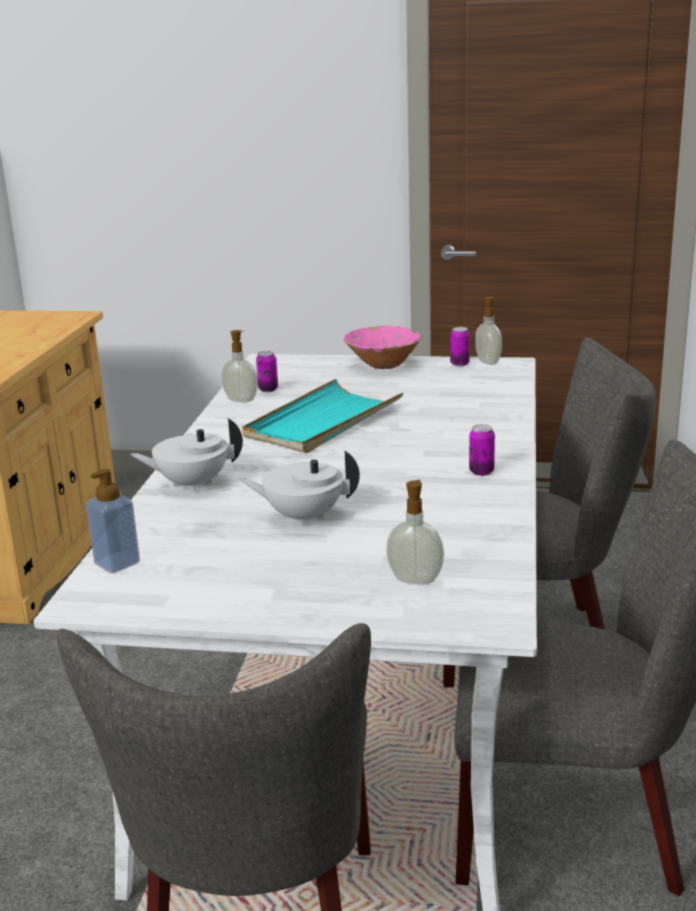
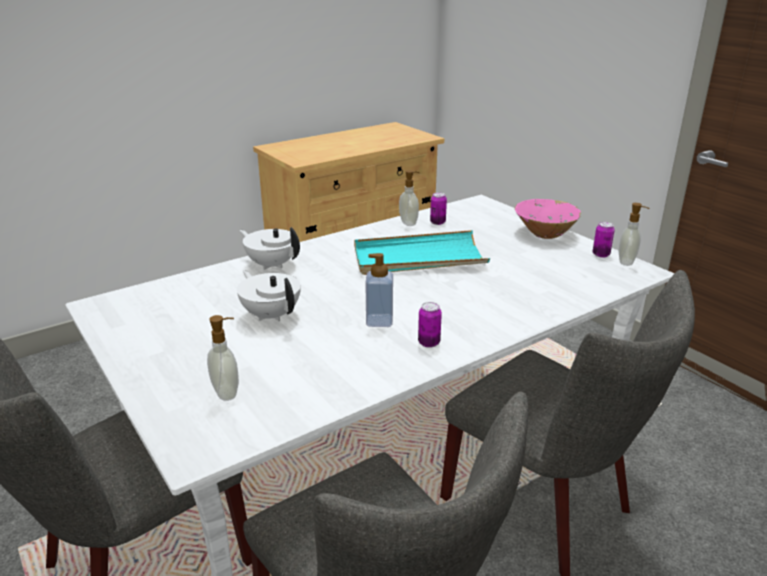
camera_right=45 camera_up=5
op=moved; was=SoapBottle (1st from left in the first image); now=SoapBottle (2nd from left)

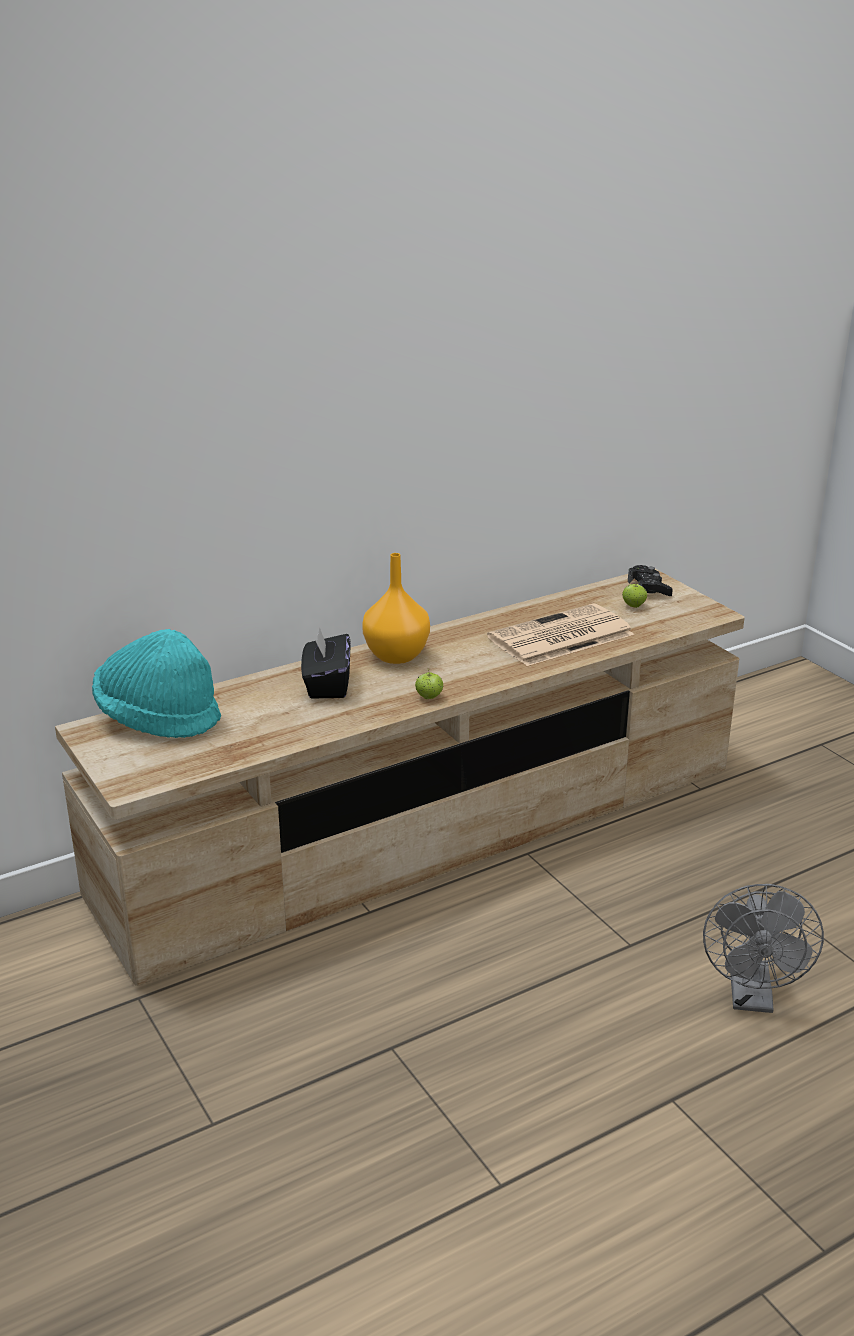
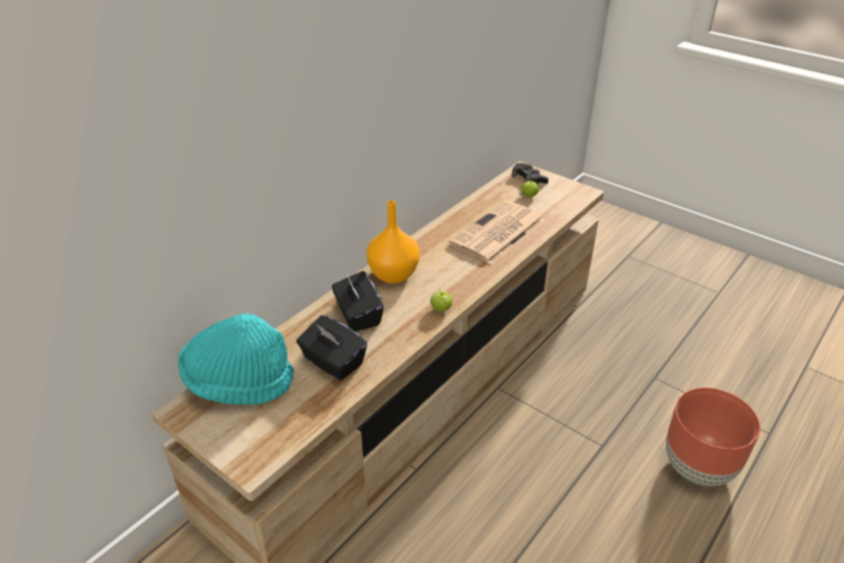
camera_right=-20 camera_up=10
op=added; now=BlackColouredBoxOfTissues (1st from left)
op=replaced; was=GreyishElectricFan; now=BrownFlowerPot

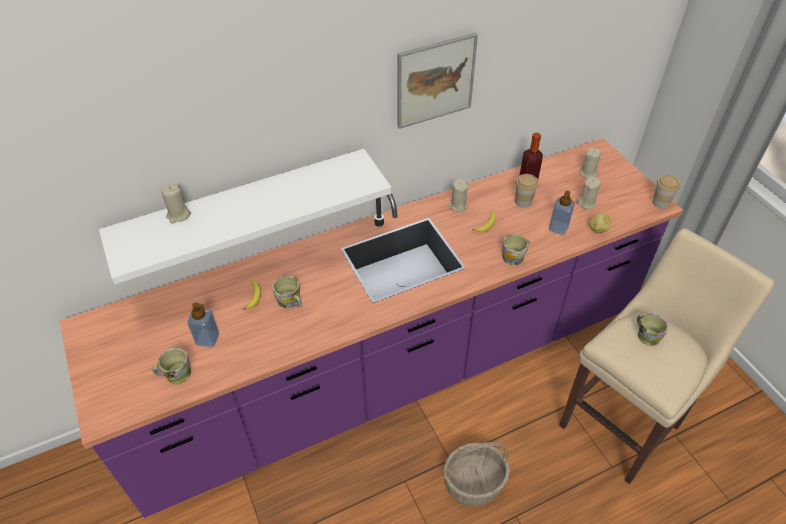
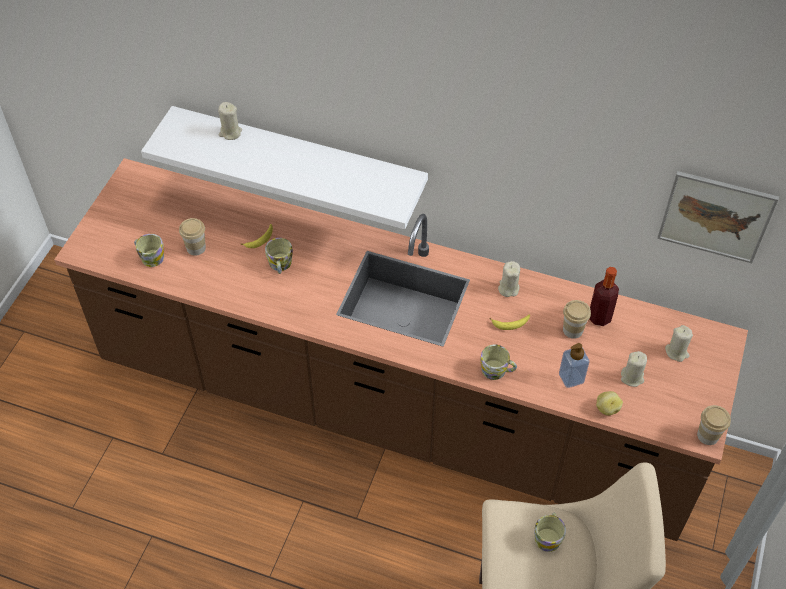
camera_right=45 camera_up=5
op=removed; was=HouseholdBasket
op=moved; was=WallArt
op=replaced; was=SoapBottle (1st from left); now=DrinkingCup (1st from left)
op=recoloured; was=PurpleKitchenCounter; now=BrownKitchenCounter

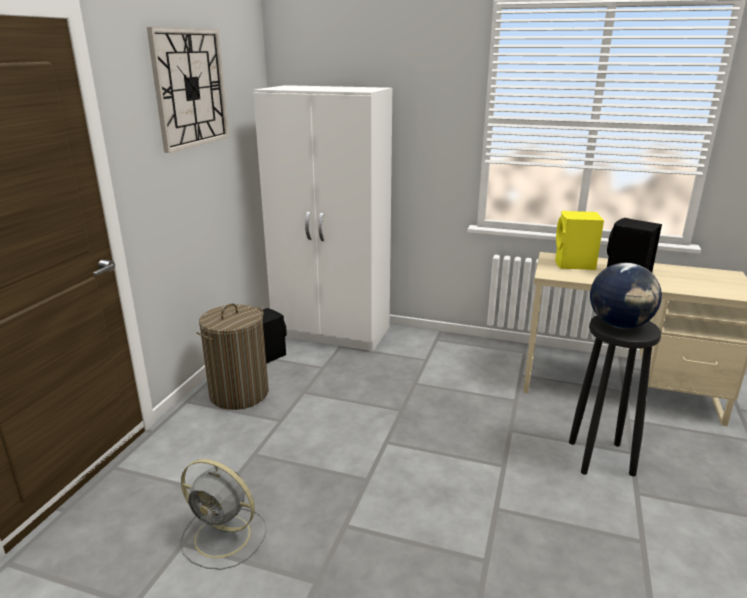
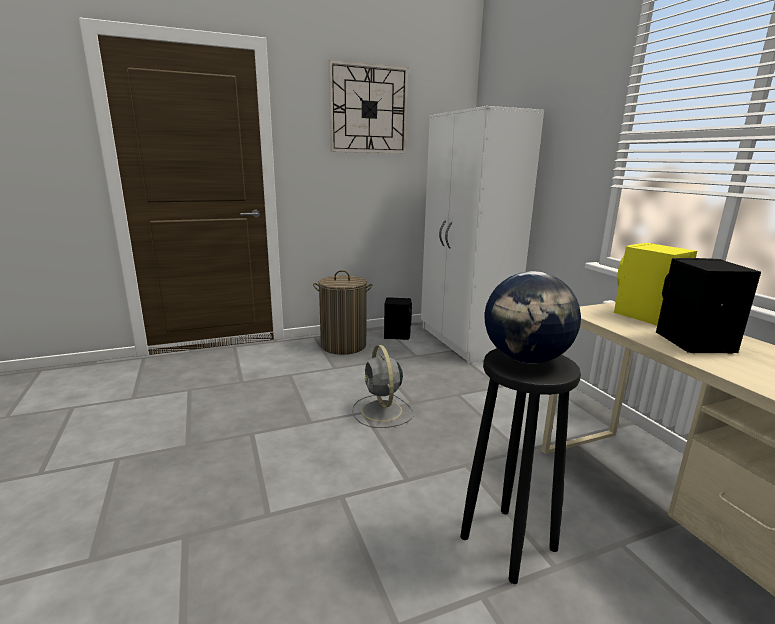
camera_right=50 camera_up=-5
op=moved; was=GreyishElectricFan

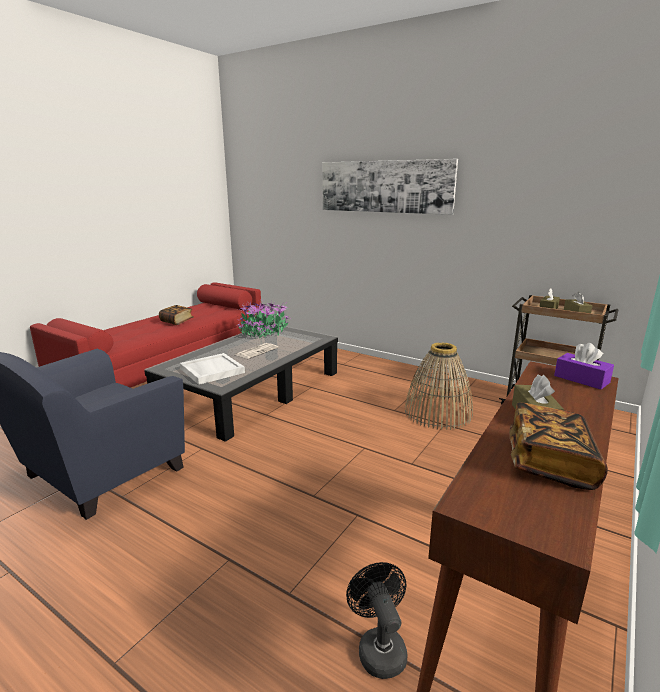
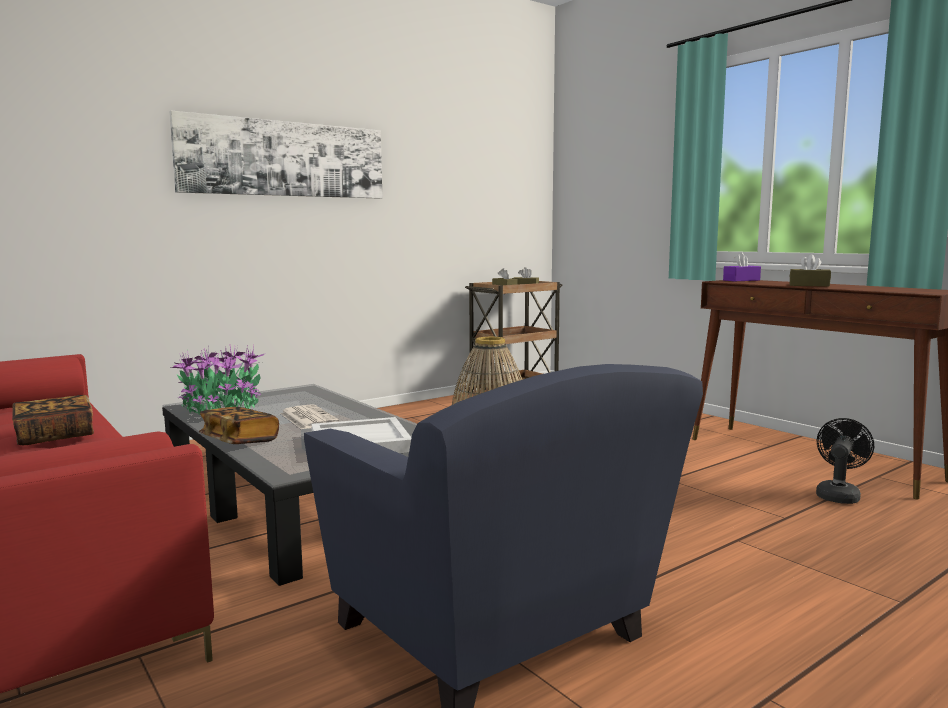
camera_right=-70 camera_up=-10
op=moved; was=Book (2nd from left)
op=turned; was=BlackColouredElectricFan; clockwise=120

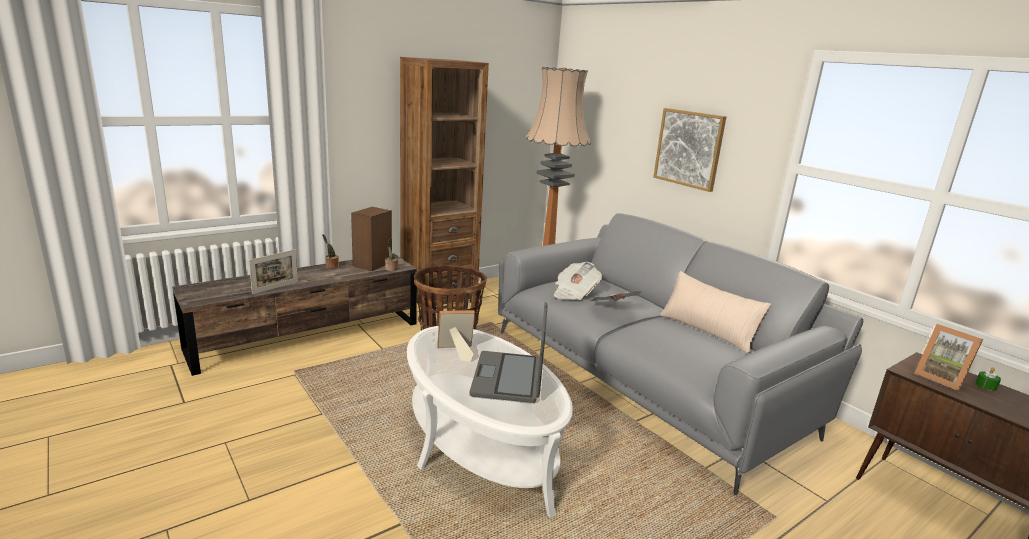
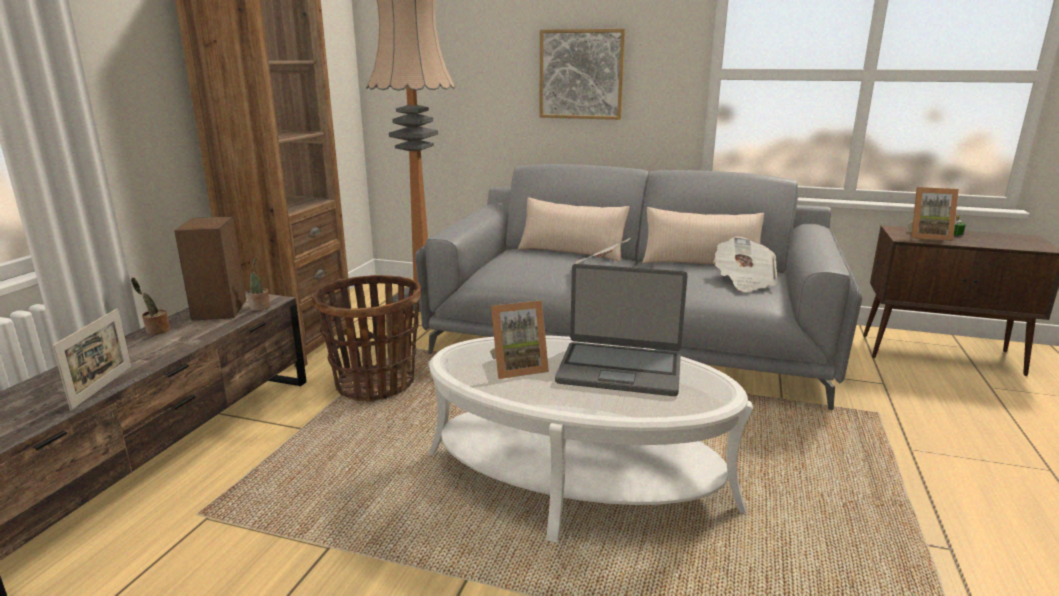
camera_right=-35 camera_up=0
op=added; now=BeigeThrowPillow (1st from left)
op=moved; was=PrintedPaper (1st from left in the first image); now=PrintedPaper (2nd from left)
op=turned; was=PictureFrame (2nd from left); clockwise=-150
op=turned; was=Laptop; clockwise=-45

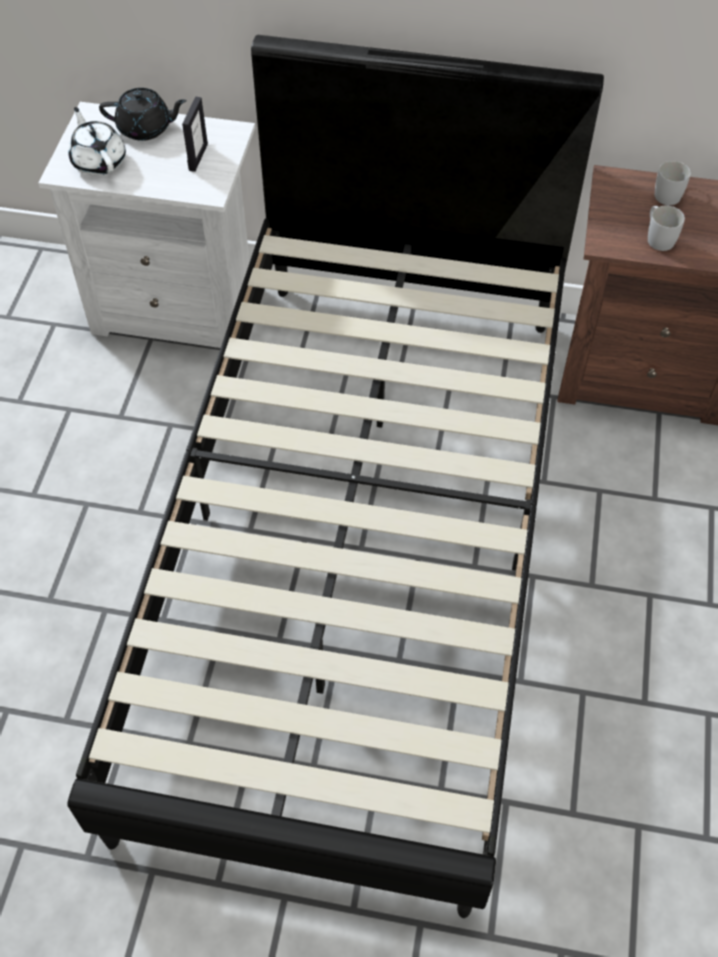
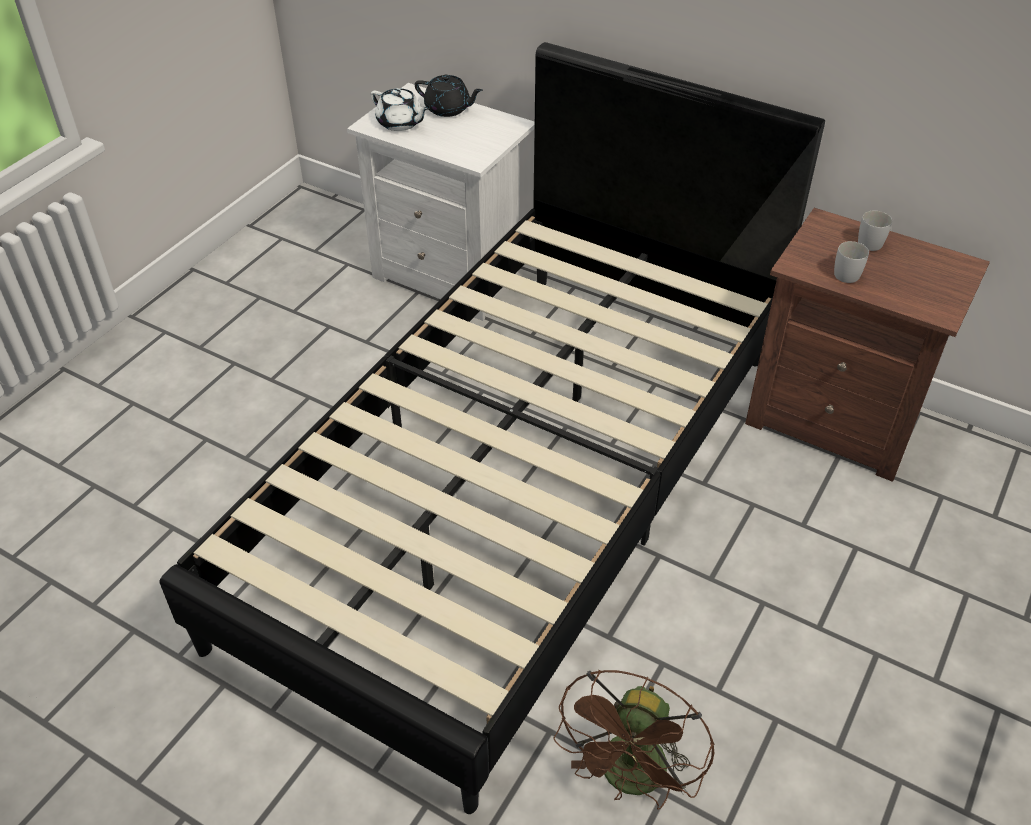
camera_right=20 camera_up=-10
op=removed; was=PictureFrame
op=added; now=BrownElectricFan
op=turned; was=WhiteColouredPotForTea; clockwise=135

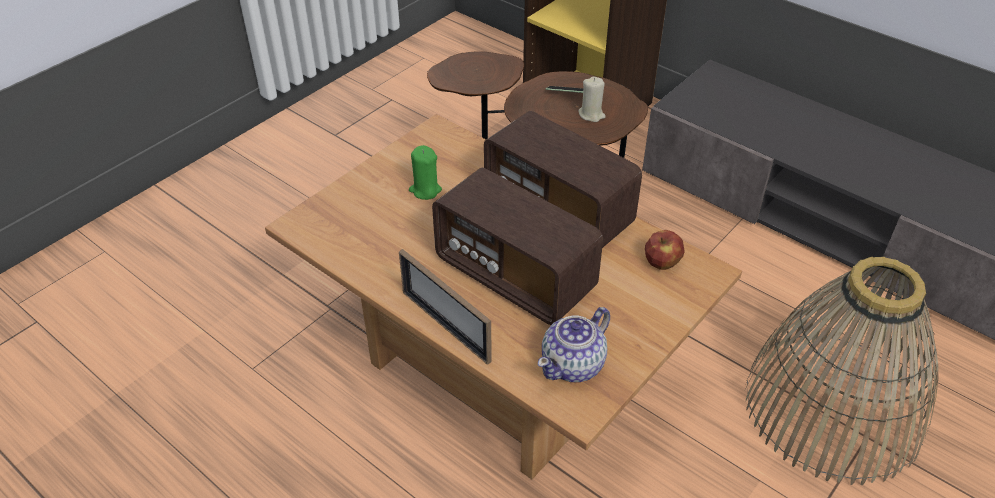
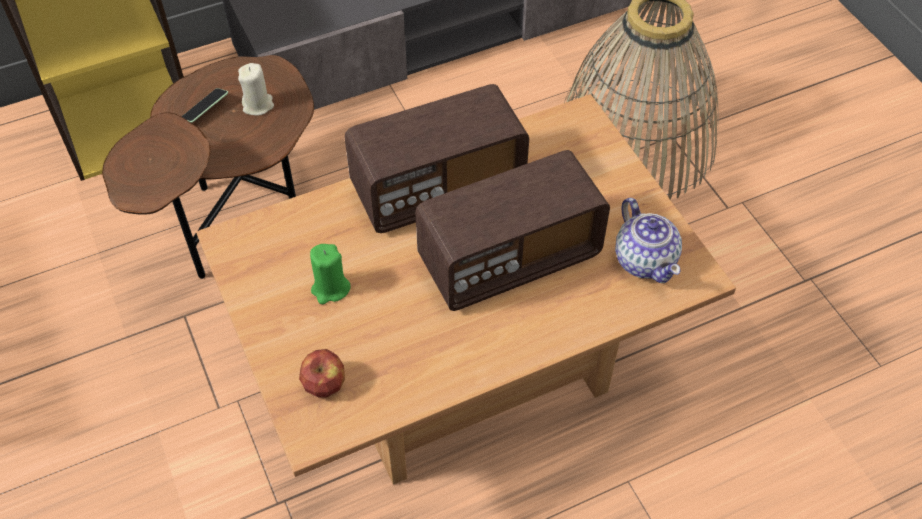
camera_right=-65 camera_up=10
op=removed; was=PictureFrame
op=moved; was=AppleFruit

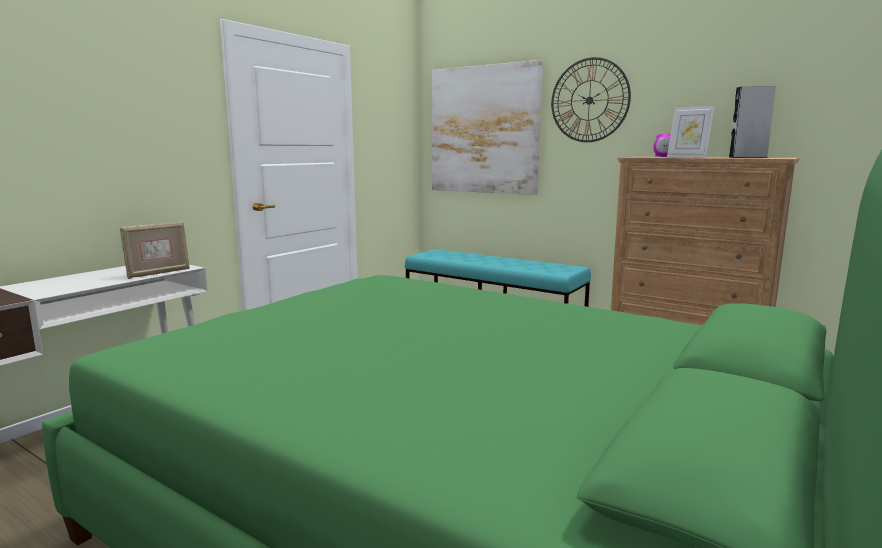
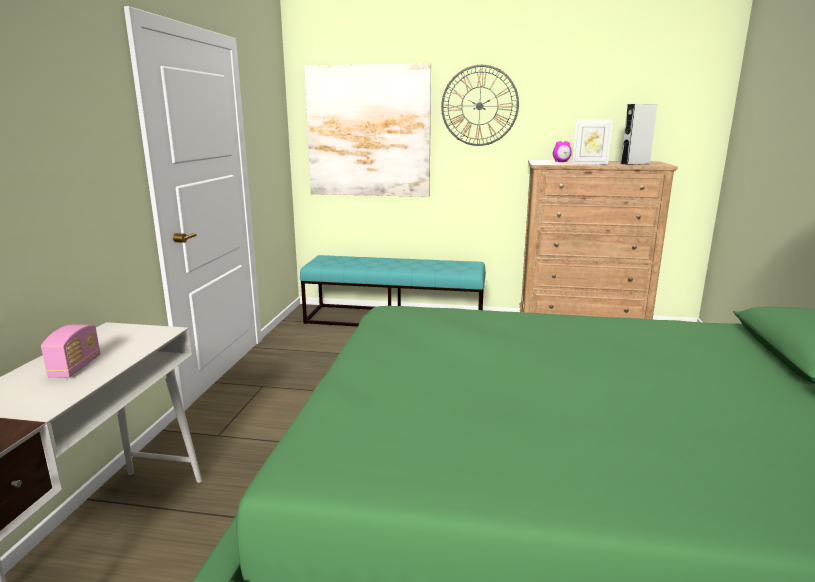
camera_right=-25 camera_up=5
op=removed; was=PictureFrame (1st from left)
op=added; now=RadioSet

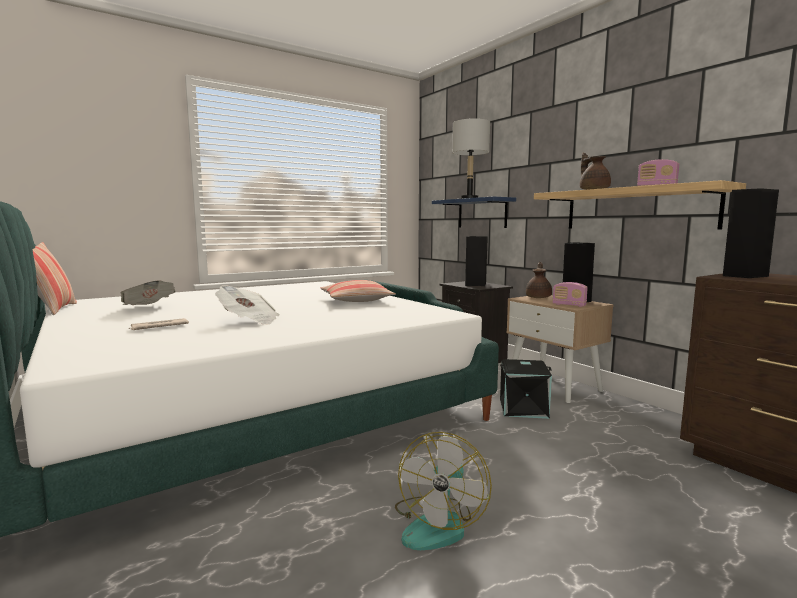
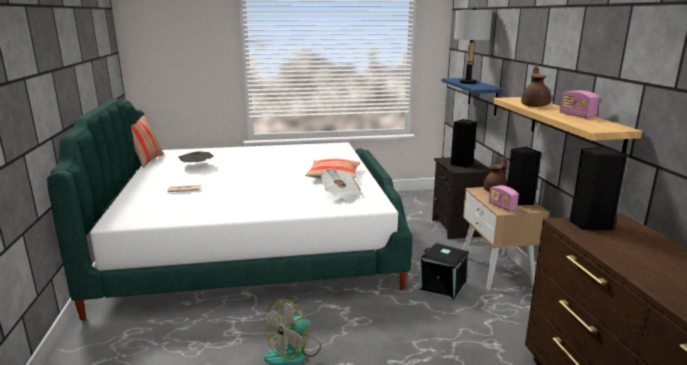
camera_right=25 camera_up=10
op=moved; was=PrintedPaper (3rd from left)

